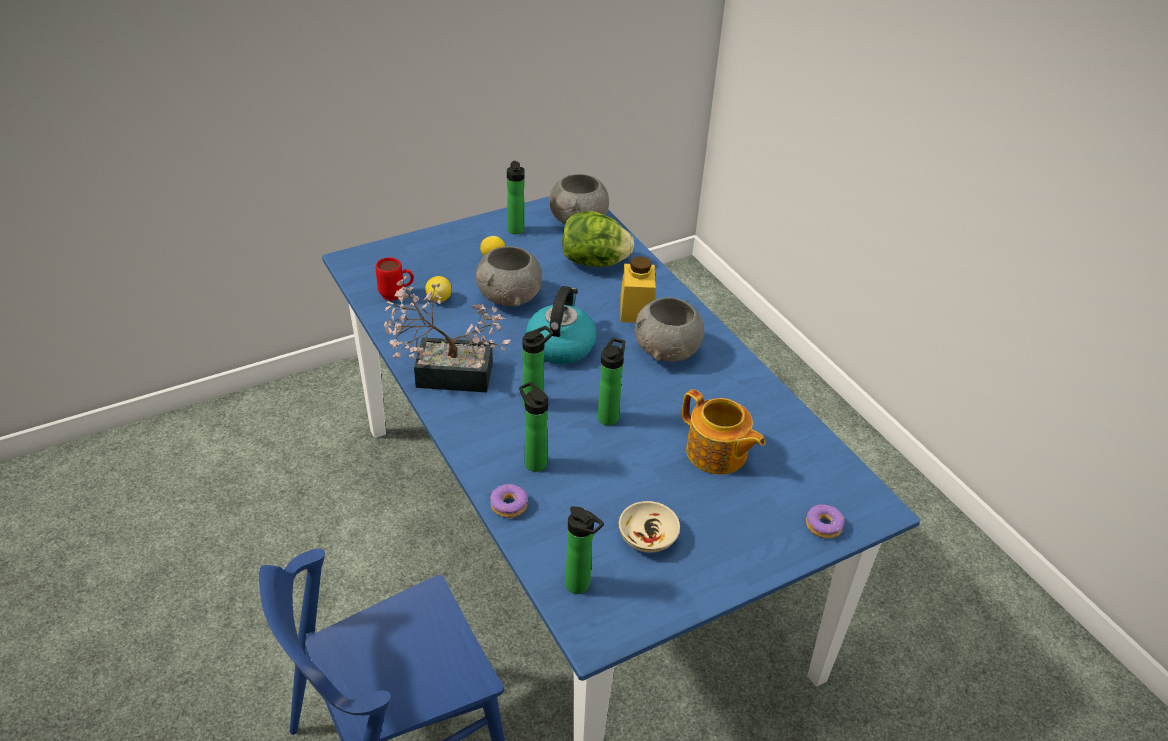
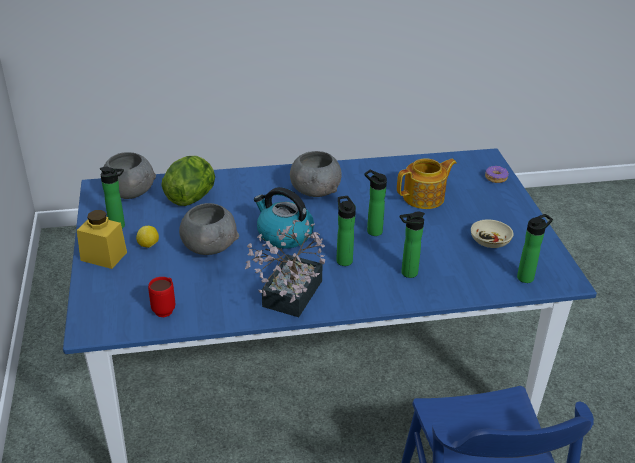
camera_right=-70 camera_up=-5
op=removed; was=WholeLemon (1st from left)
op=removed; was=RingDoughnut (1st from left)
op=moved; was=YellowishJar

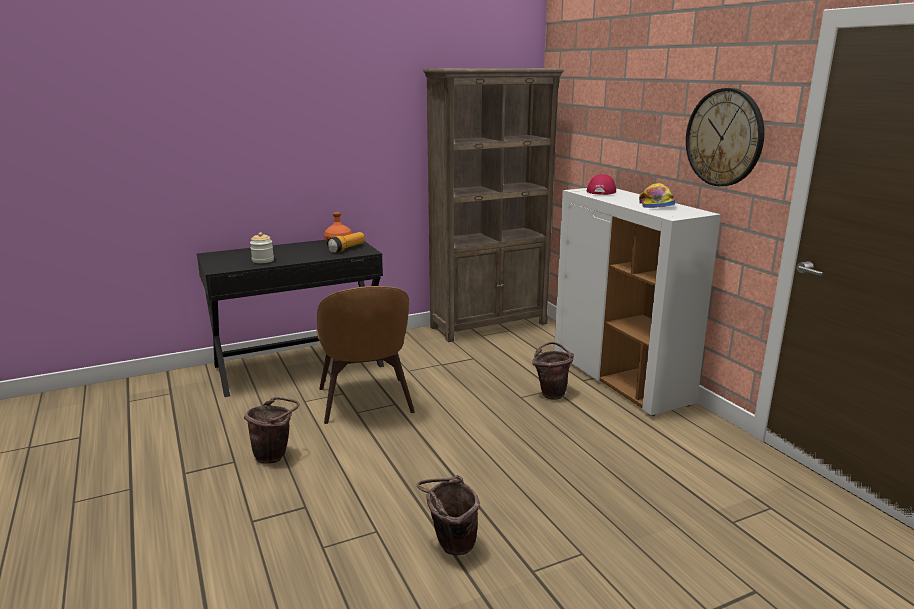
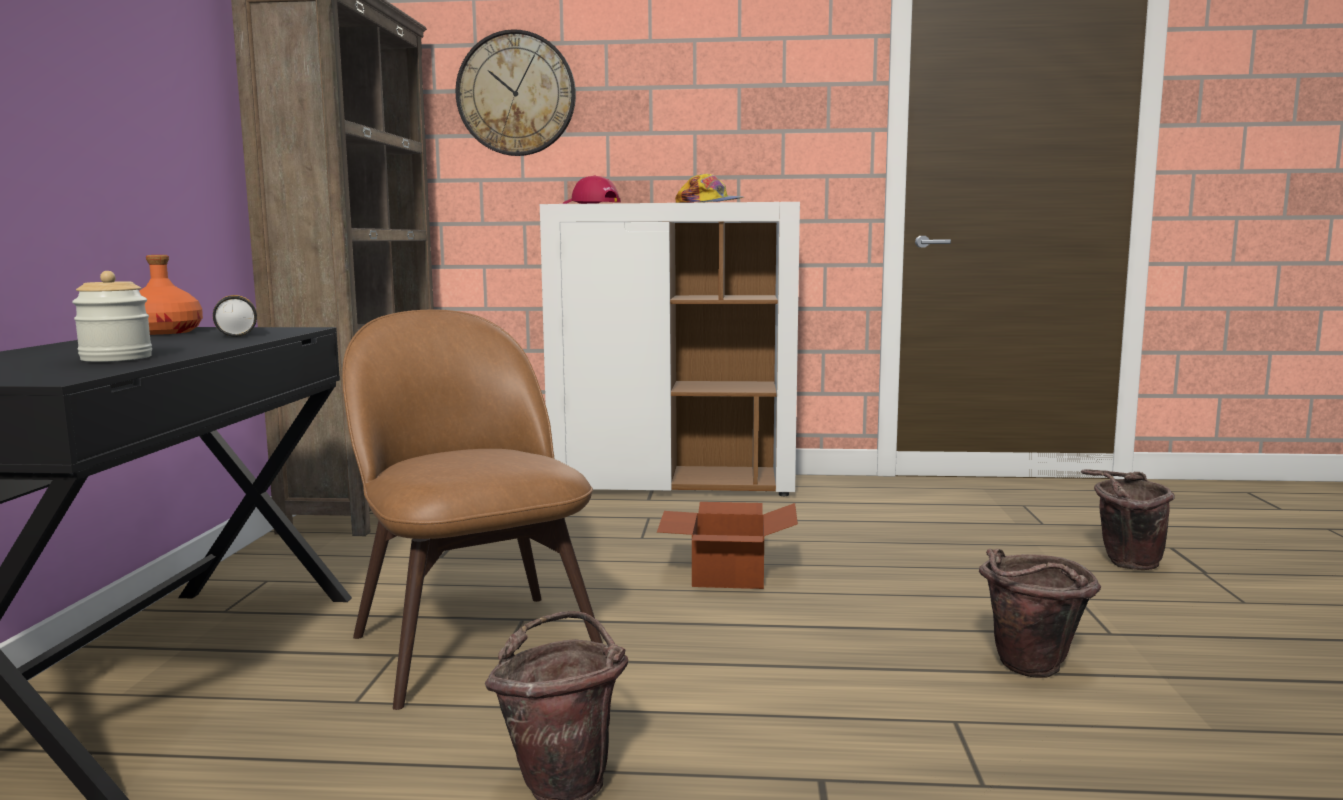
camera_right=-60 camera_up=-10
op=added; now=Carton
op=moved; was=BrownWaterBucket (3rd from left)
op=moved; was=ClockOnTheWall
op=turned; was=BrownUprightChair; clockwise=-135

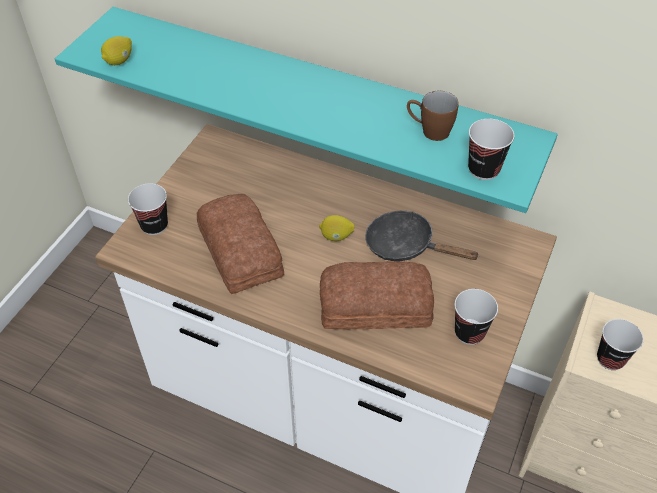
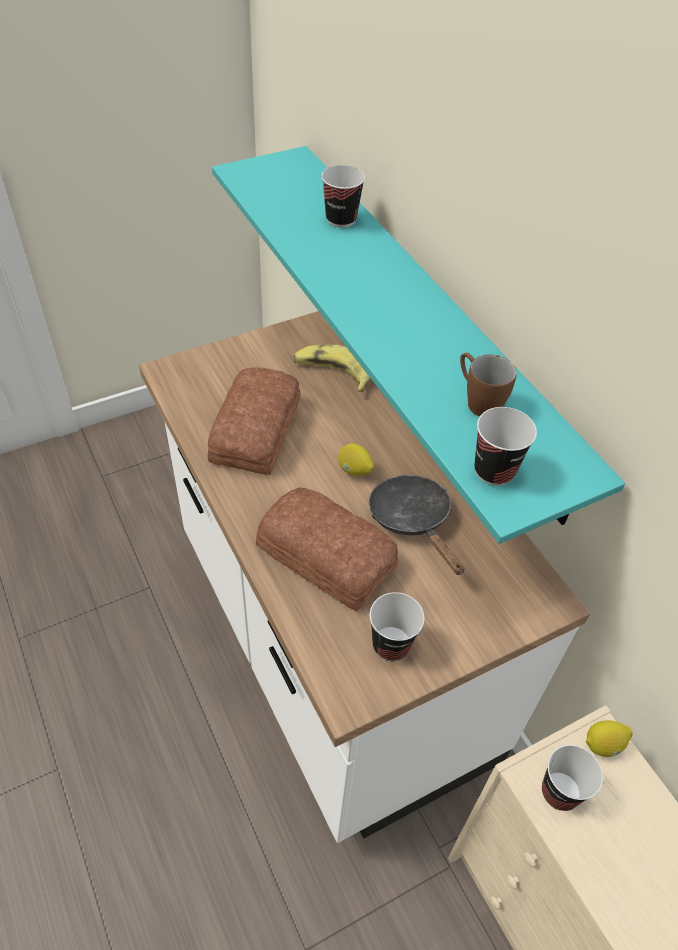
camera_right=35 camera_up=0
op=added; now=Banana
op=moved; was=WholeLemon (1st from left in the first image); now=WholeLemon (2nd from left)
op=moved; was=DrinkingCup (1st from left)

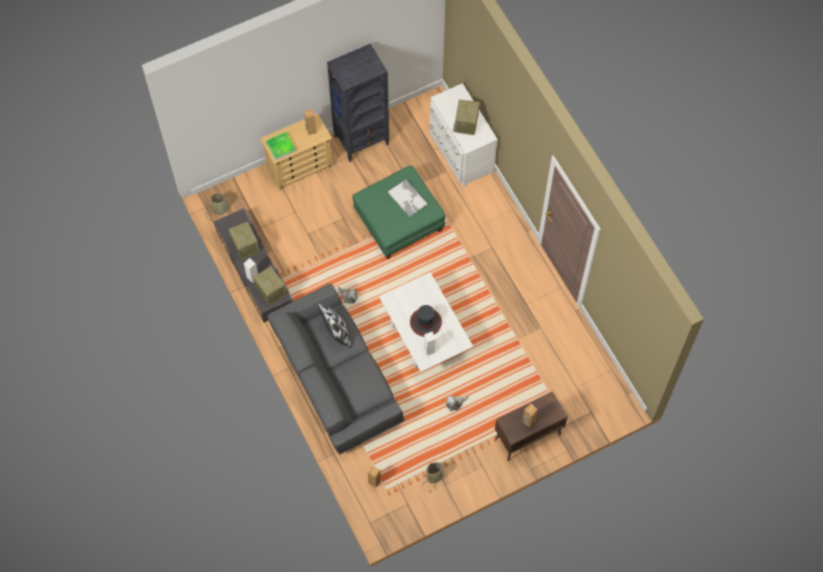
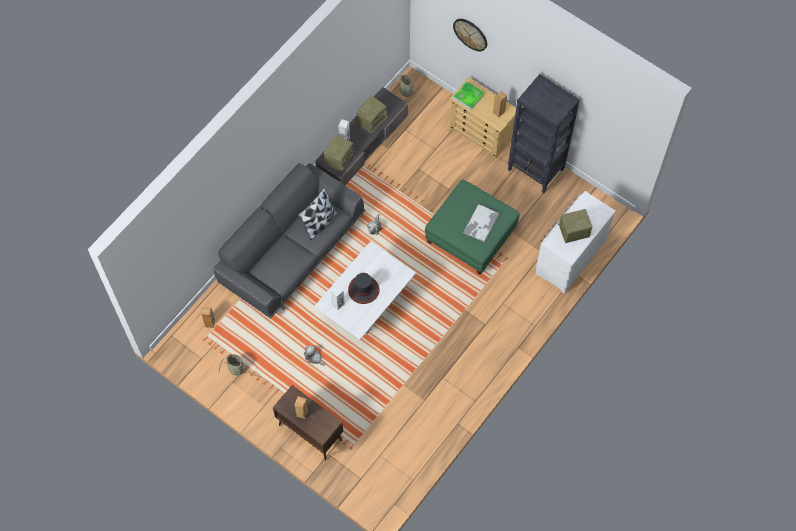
camera_right=65 camera_up=0
op=added; now=ClockOnTheWall

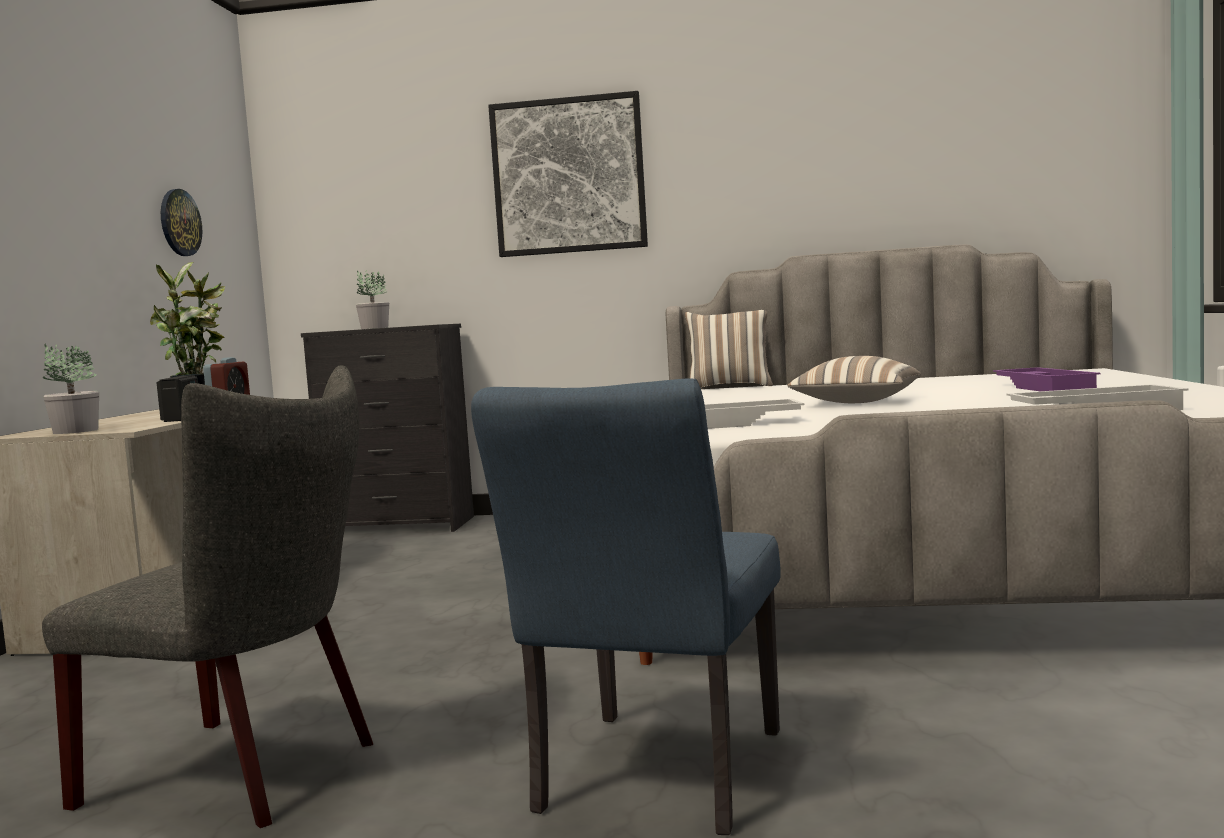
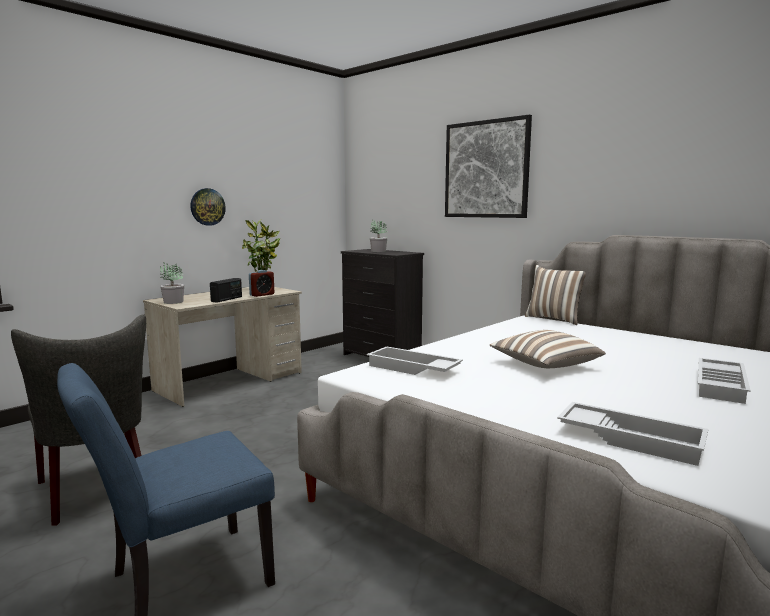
camera_right=35 camera_up=5
op=moved; was=ClockOnTheWall
op=recoloured; was=PurpleServingTray; now=WhiteColouredServingTray (3rd from left)

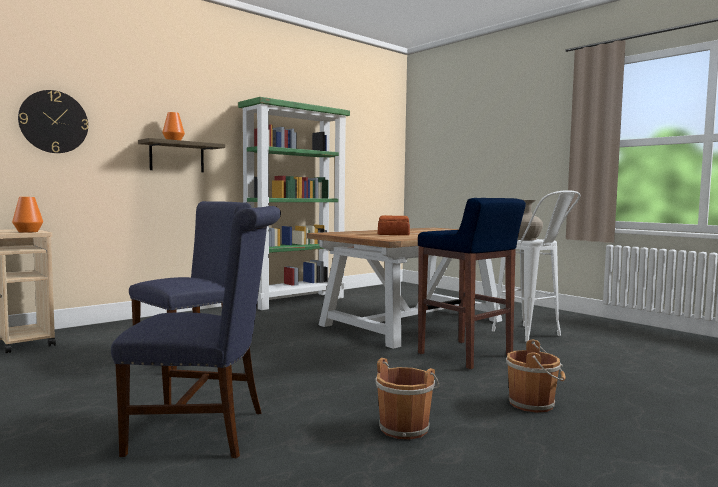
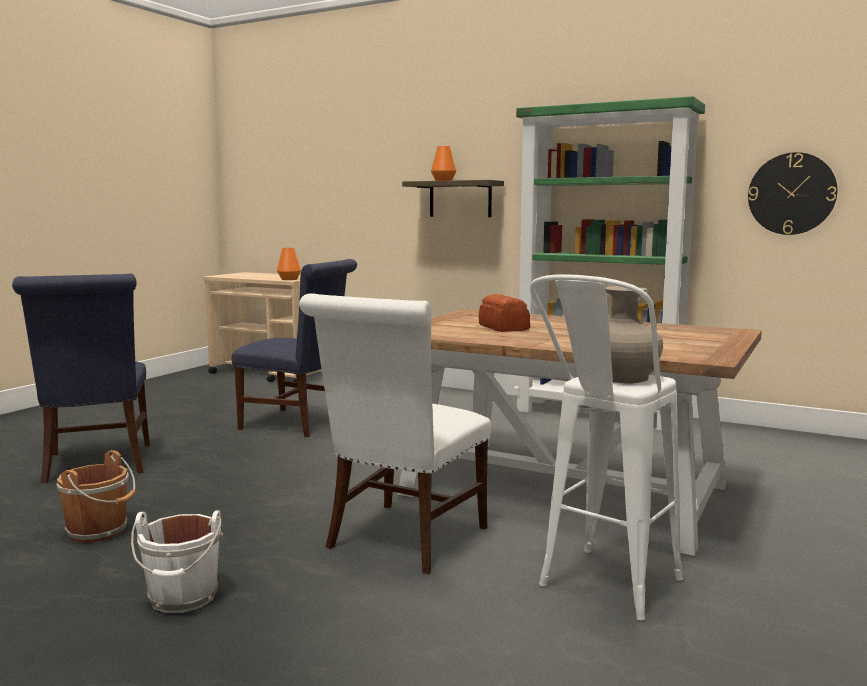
camera_right=70 camera_up=5
op=moved; was=ClockOnTheWall
op=replaced; was=BluishStoolSeat; now=WhiteColouredUprightChair
op=recoloured; was=BrownWaterBucket (2nd from left); now=WhiteColouredWaterBucket

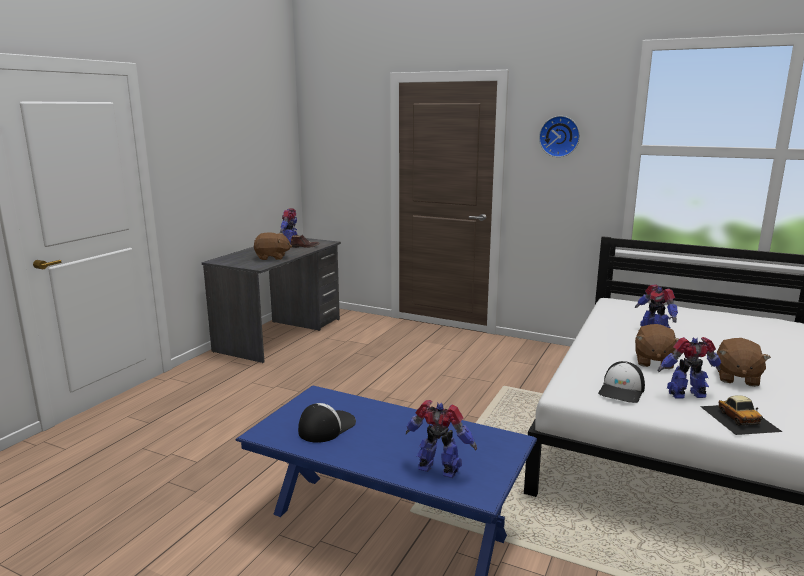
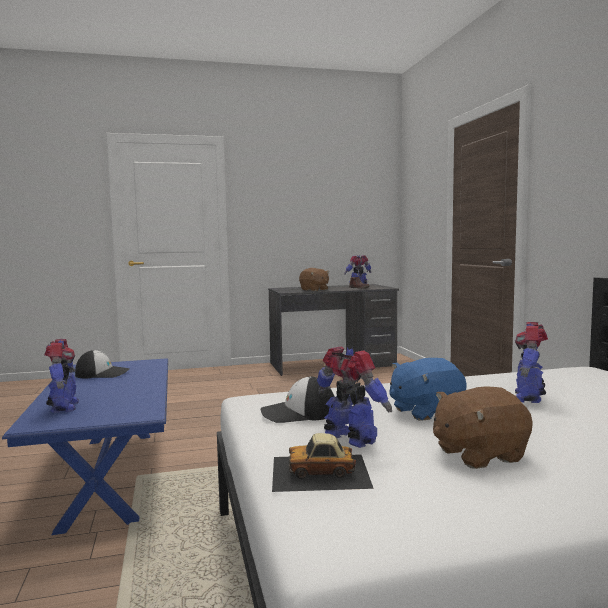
camera_right=50 camera_up=-10
op=removed; was=ClockOnTheWall
op=recoloured; was=BrownSoftToy (2nd from left); now=BluishSoftToy
op=turned; was=MiniatureCar; clockwise=45

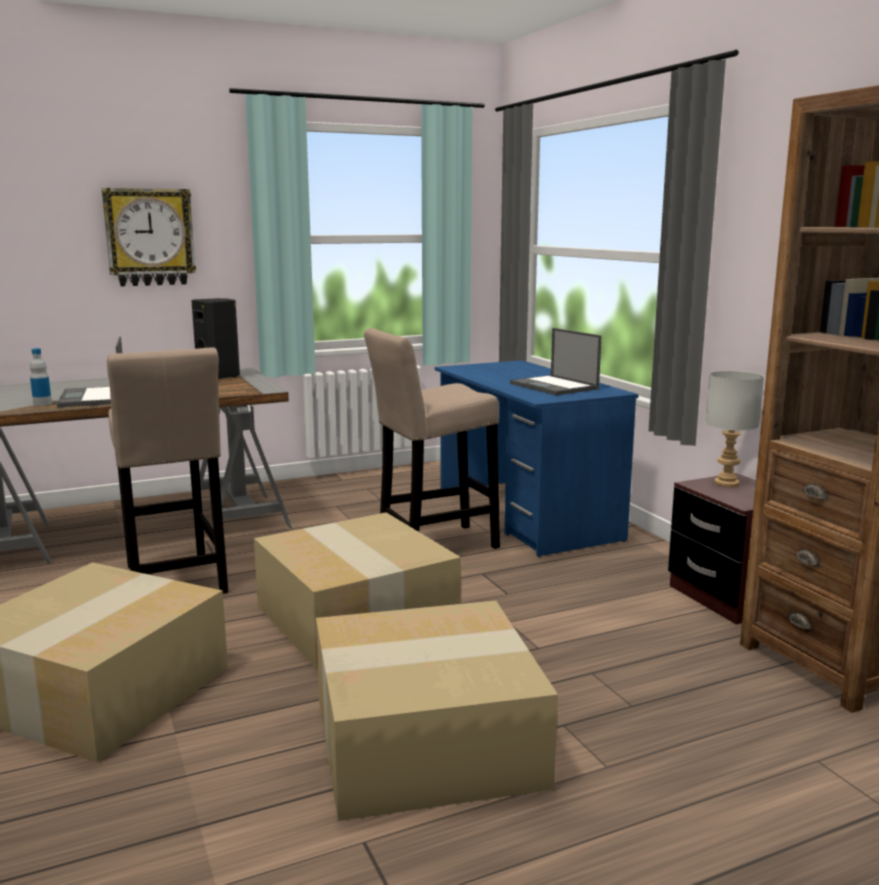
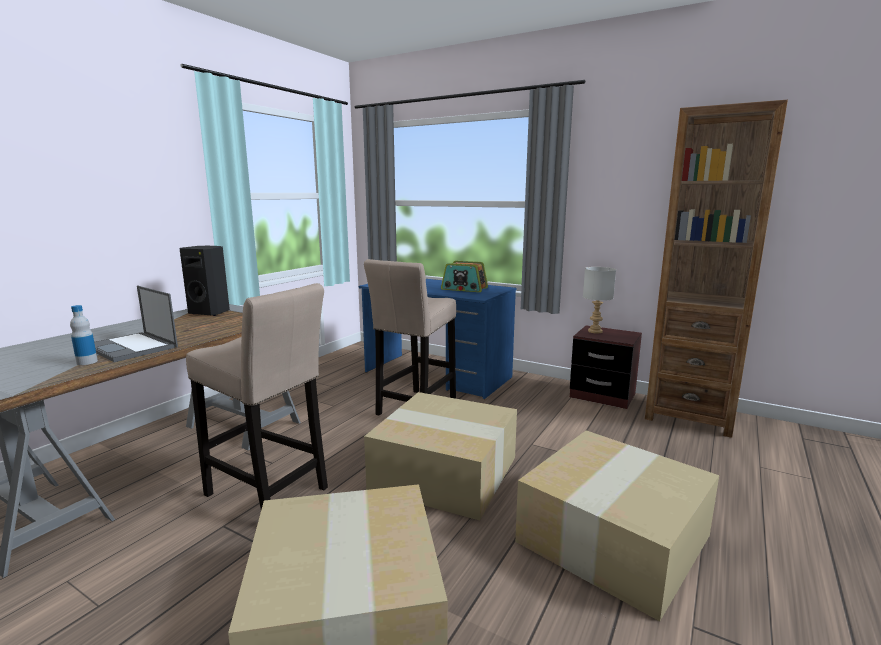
camera_right=-35 camera_up=0
op=removed; was=ClockOnTheWall
op=replaced; was=Laptop (2nd from left); now=RadioSet

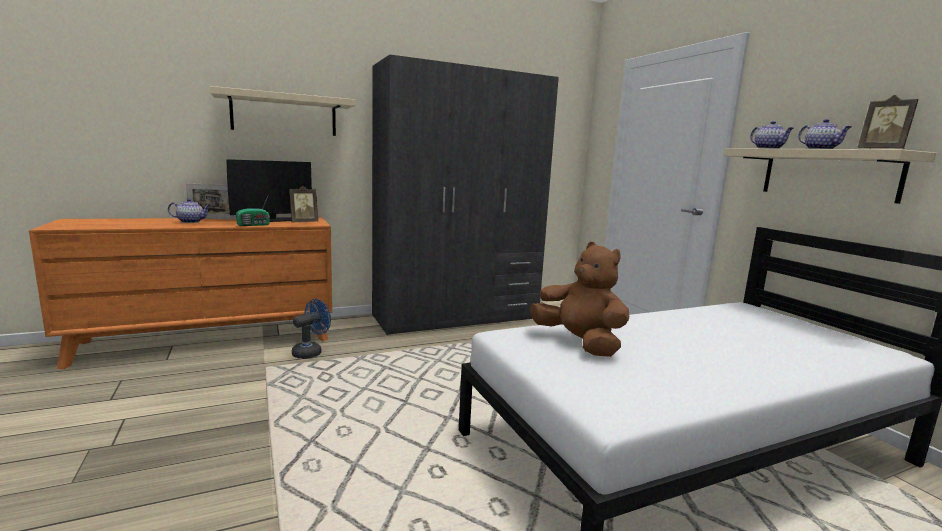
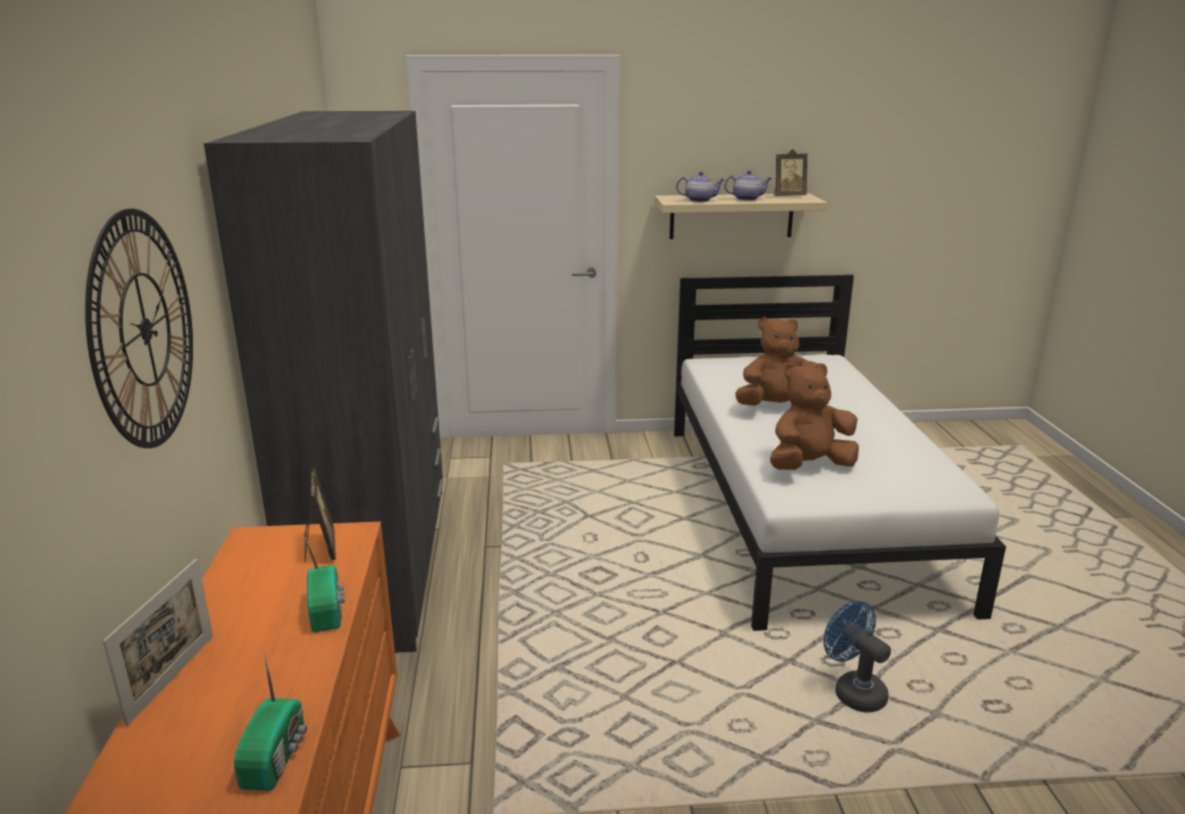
camera_right=-70 camera_up=10
op=removed; was=PotForTea (1st from left)
op=removed; was=ComputerScreen
op=added; now=RadioSet (1st from left)
op=added; now=BrownSoftToy (1st from left)
op=moved; was=BluishElectricFan
op=replaced; was=BeigeBracketShelf (1st from left); now=ClockOnTheWall

